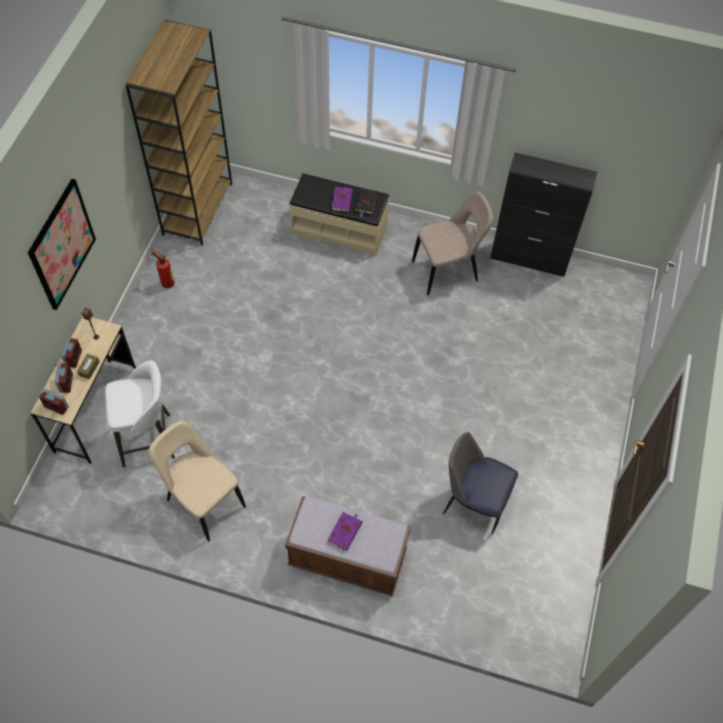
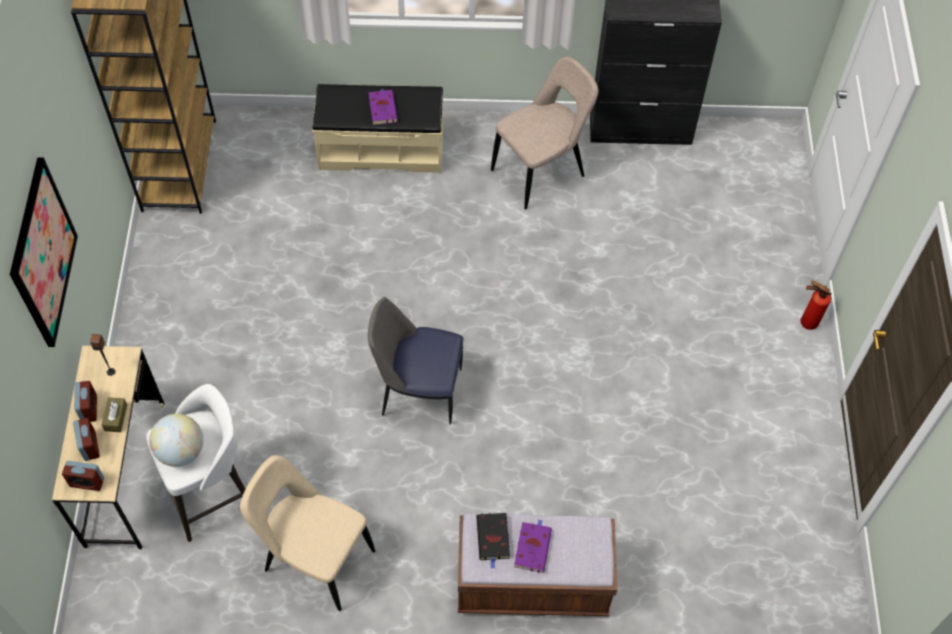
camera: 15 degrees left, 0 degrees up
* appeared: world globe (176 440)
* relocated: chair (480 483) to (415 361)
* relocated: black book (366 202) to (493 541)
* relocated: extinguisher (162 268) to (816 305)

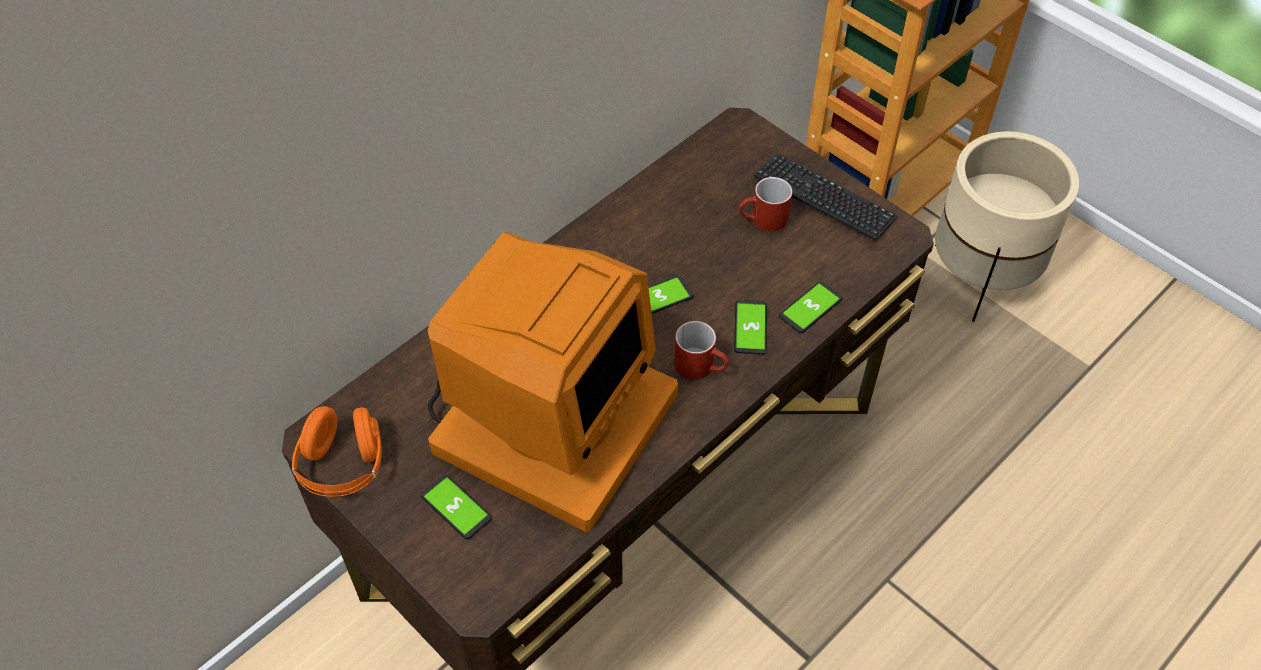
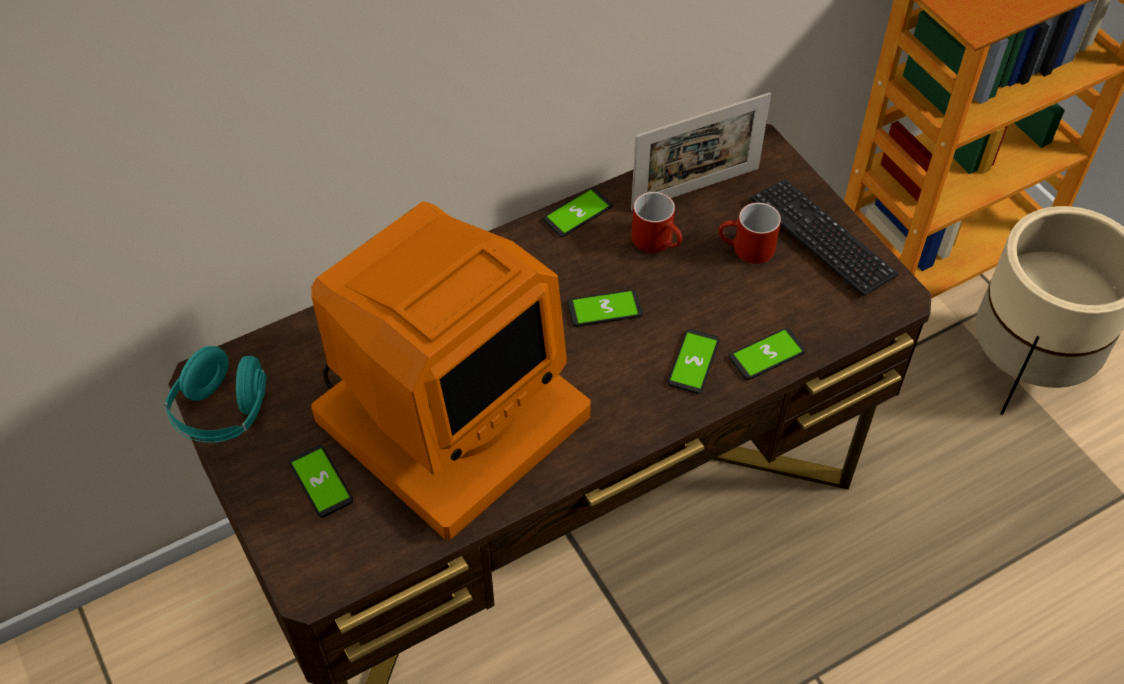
camera: 15 degrees right, 0 degrees up
* colour: orange-coloured headset (337 451) to turquoise-coloured headset (216 394)
* appeared: handset (578 212)
* appeared: photo frame (701 151)
* relocated: red coffee mug (701 350) to (656 222)

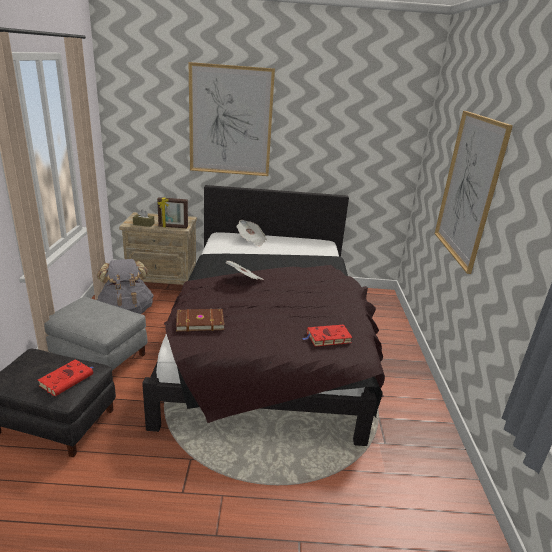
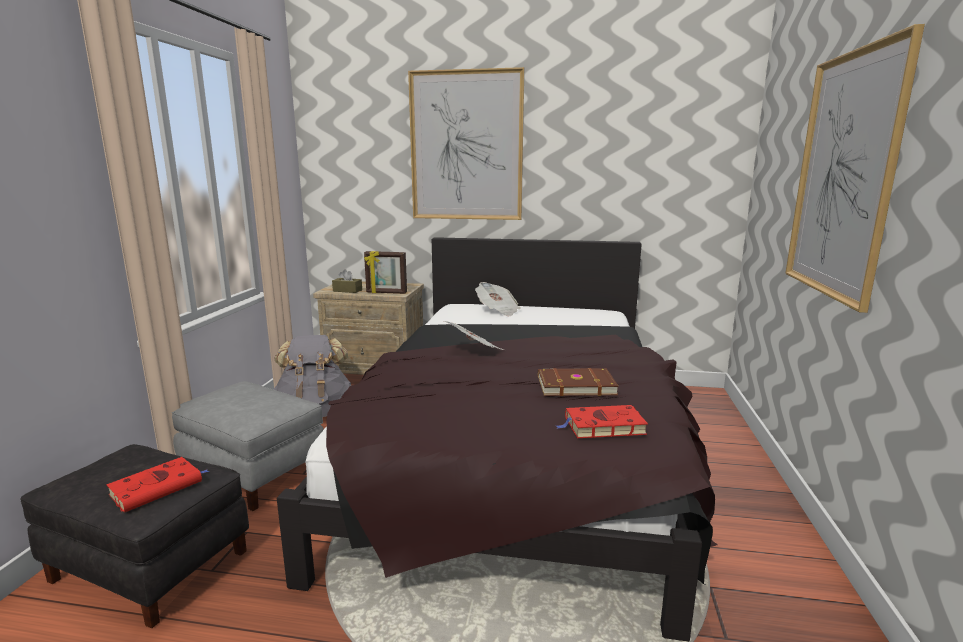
camera: 10 degrees right, 10 degrees down
* relocated: brown-coloured book (200 320) to (578 382)

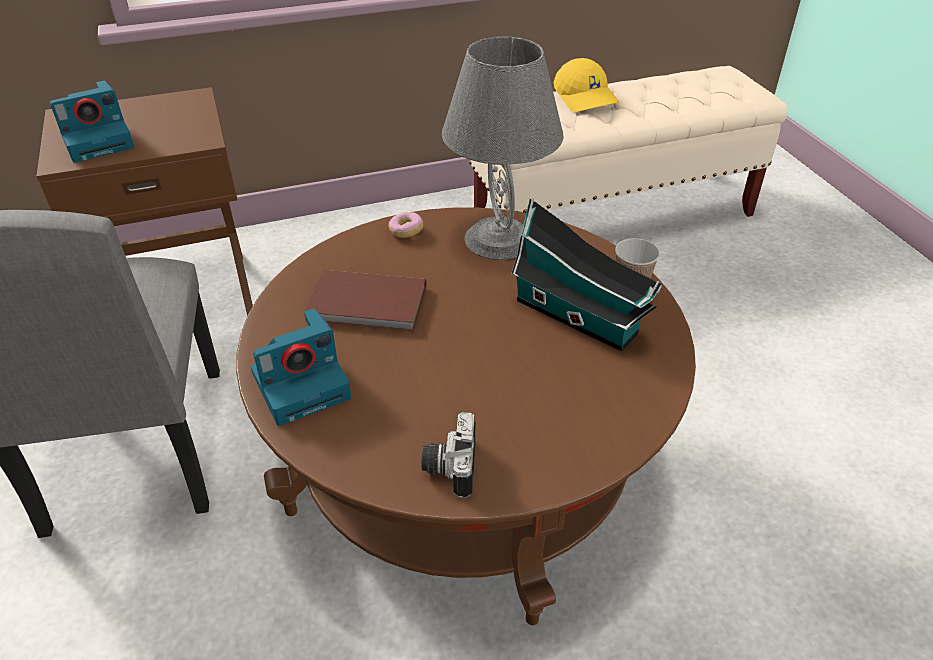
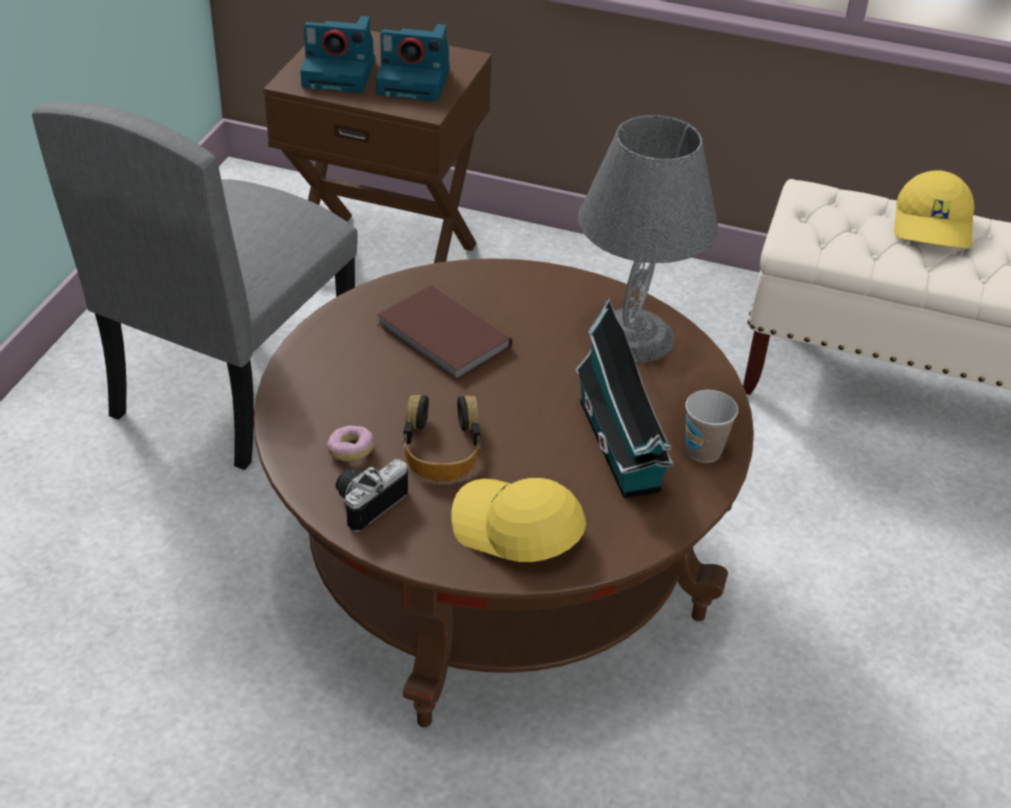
camera: 35 degrees right, 0 degrees up
* relocated: ring doughnut (406 225) to (350 444)
* relocated: photo camera (301 367) to (413 63)
* appeared: headset (441 438)
* appeared: yellow peaked cap (518 520)

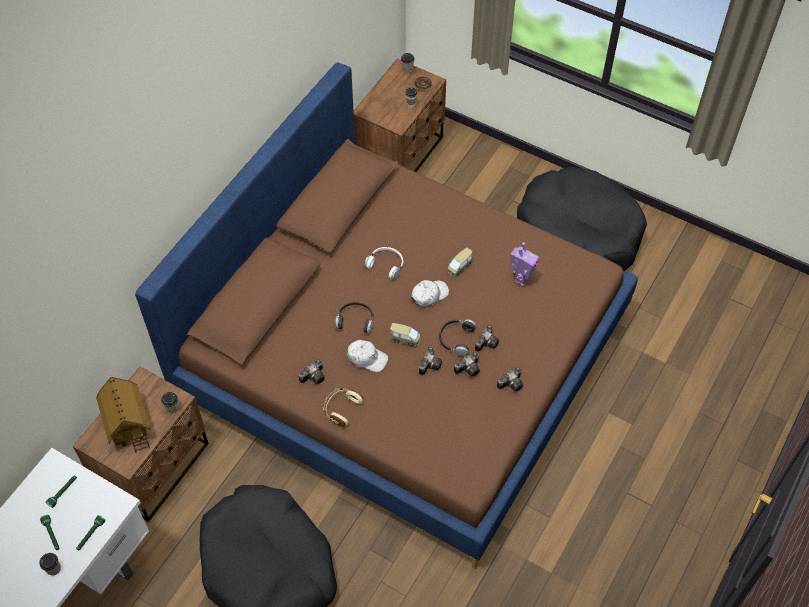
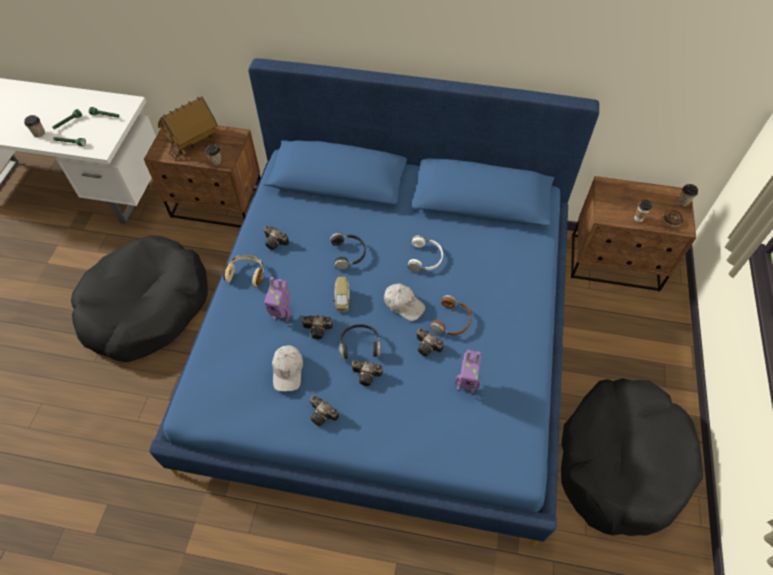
camera: 70 degrees right, 0 degrees up
* colour: brown-coloured sleeping bed (386 315) to bluish sleeping bed (374 302)
* appeared: model robot (277 299)
* relocated: white-coloured peaked cap (367 356) to (287 368)
* relocated: photo camera (467 364) to (430 342)
* exchanged: model car (460 262) to brown-coloured headset (451 315)

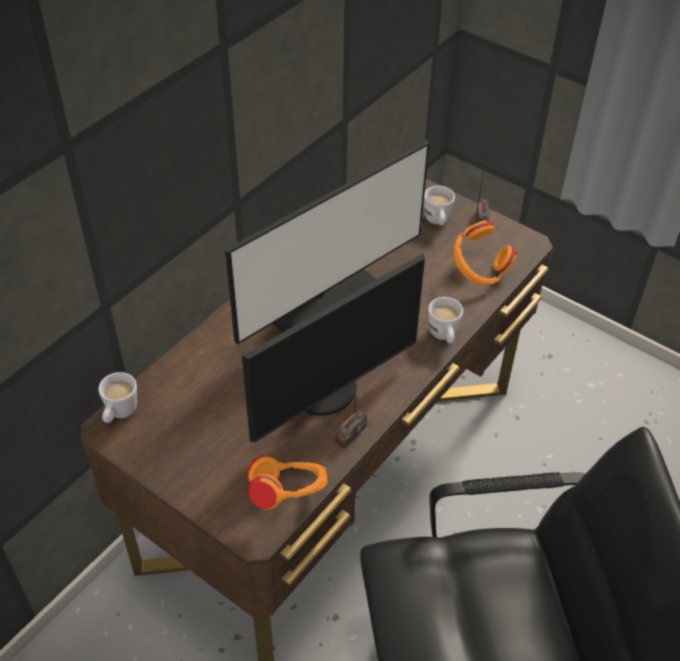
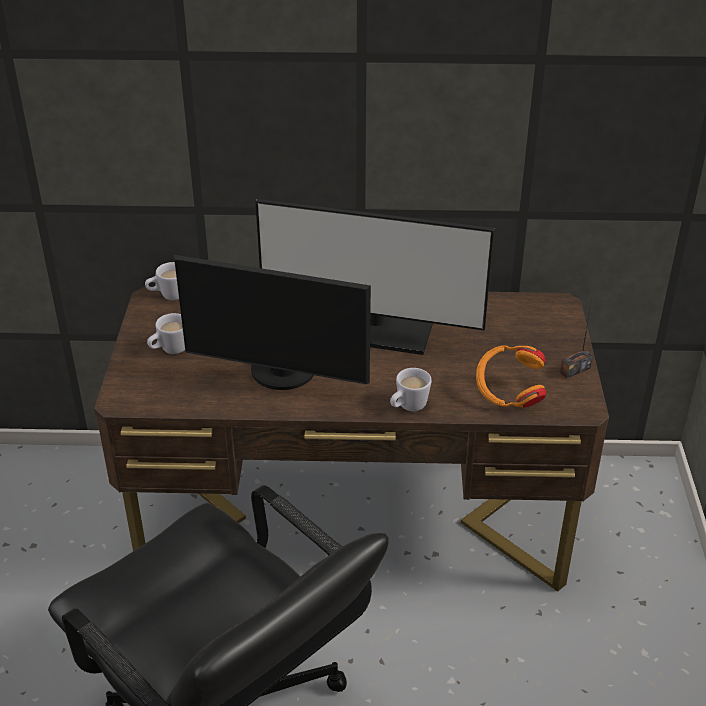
camera: 55 degrees right, 10 degrees down
* relocated: white-coloured coffee mug (439 205) to (166 333)
* missing: orange-coloured headset (287 482)
* missing: radio set (351 411)

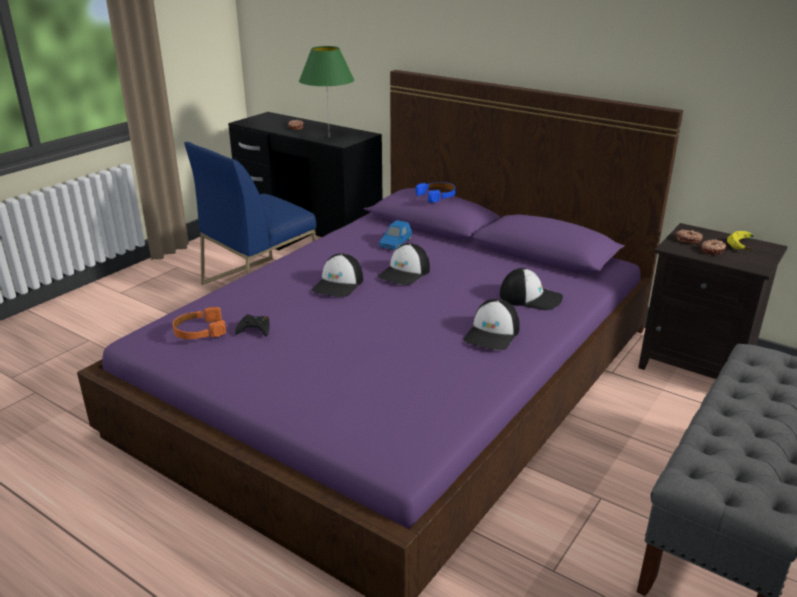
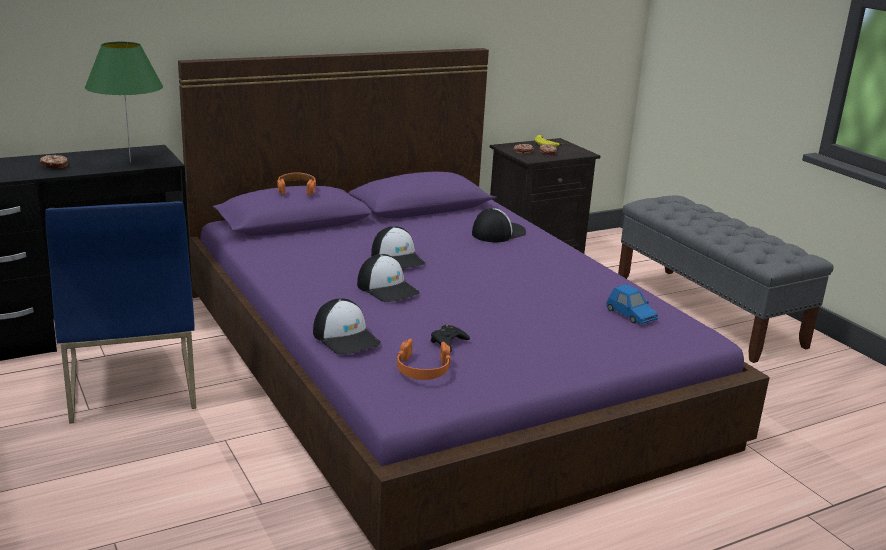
camera: 65 degrees left, 5 degrees down
* colour: bluish headset (435 192) to orange-coloured headset (296 184)
* relocated: peaked cap (491 324) to (347 326)
* relocated: bluish model car (395 234) to (632 304)

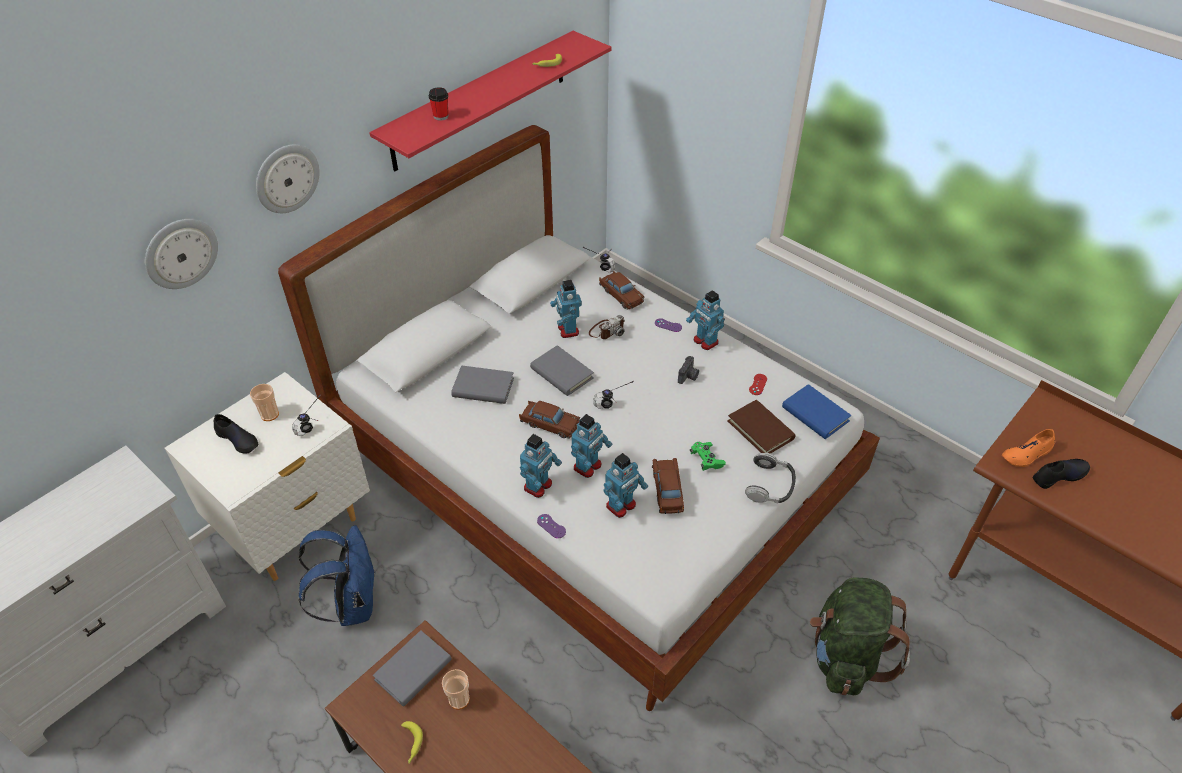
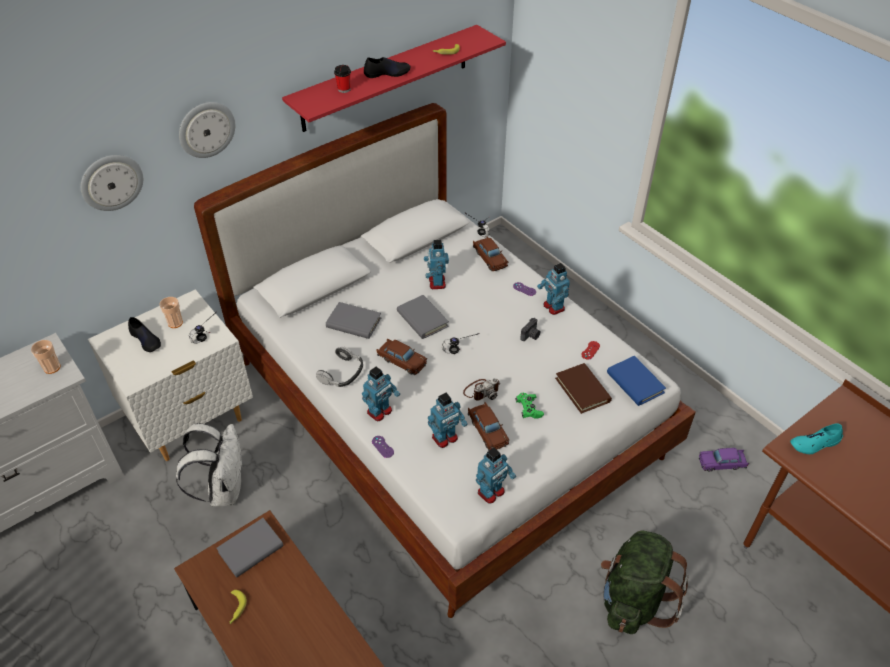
camera: 10 degrees right, 0 degrees up
* relocated: drinking cup (456 689) to (45 357)
* colour: bluish backpack (337 575) to white-coloured backpack (210 464)
* relocated: headset (770 477) to (339 367)
* relocated: black low shoe (1061 474) to (387 67)
* relocated: photo camera (607 327) to (481 389)
* spun: brown-coloured model car (668 486) = (489 426) 150 degrees clockwise
* relocated: model robot (591 446) to (496 475)
* appeared: purple-coloured model car (724 459)
* colour: orange-coloured low shoe (1028 448) to turquoise-coloured low shoe (816 438)

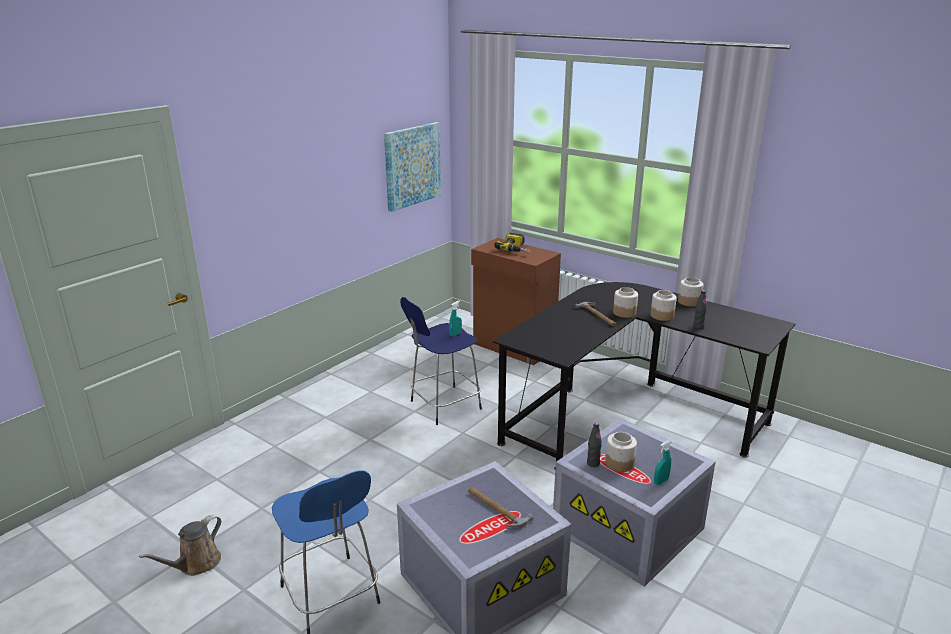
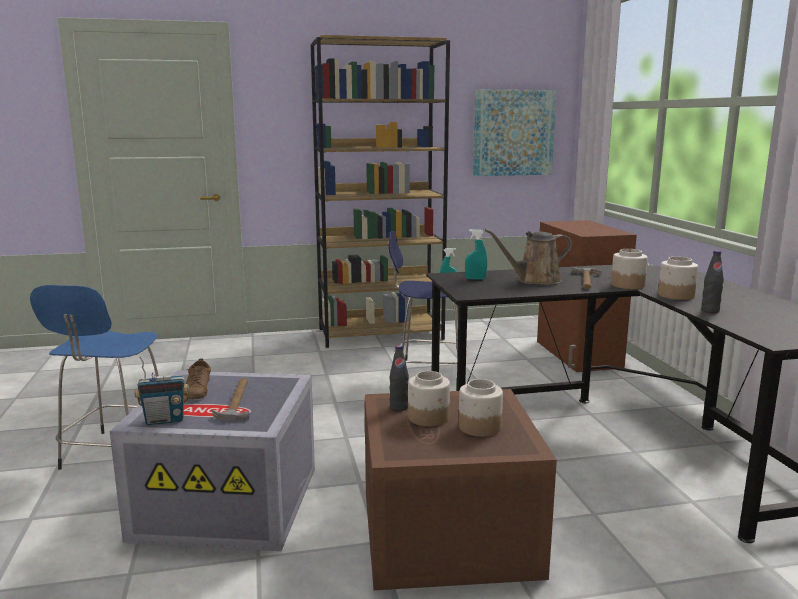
camera: 40 degrees right, 10 degrees down
* appeared: radio set (162 390)
* appeared: brown-coloured low shoe (197 378)
* appeared: brown-coloured bookcase (380 191)
* colour: grey storage bin (634 502) to brown-coloured storage bin (460 489)
* relocated: preserve jar (691 292) to (481 408)
* relocated: turquoise-coloured sprayer (662 462) to (476 254)
* relocated: brown-coloured watering pot (180 545) to (528 257)
* missing: drill (512 243)

